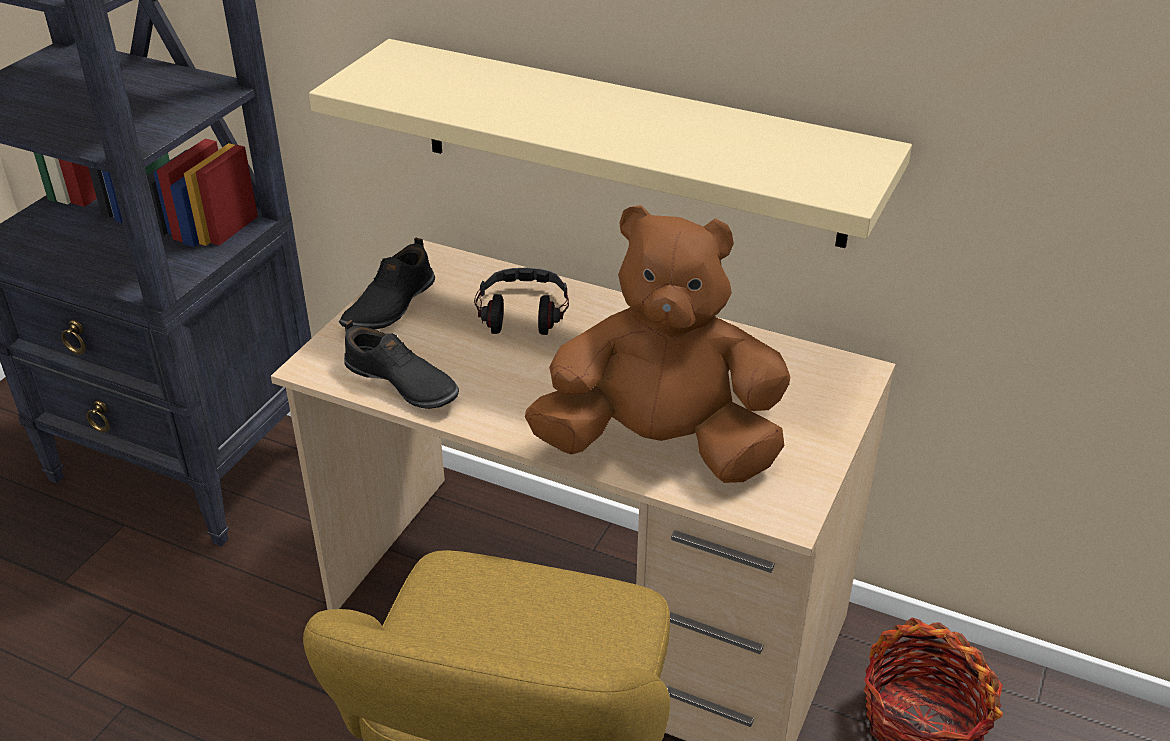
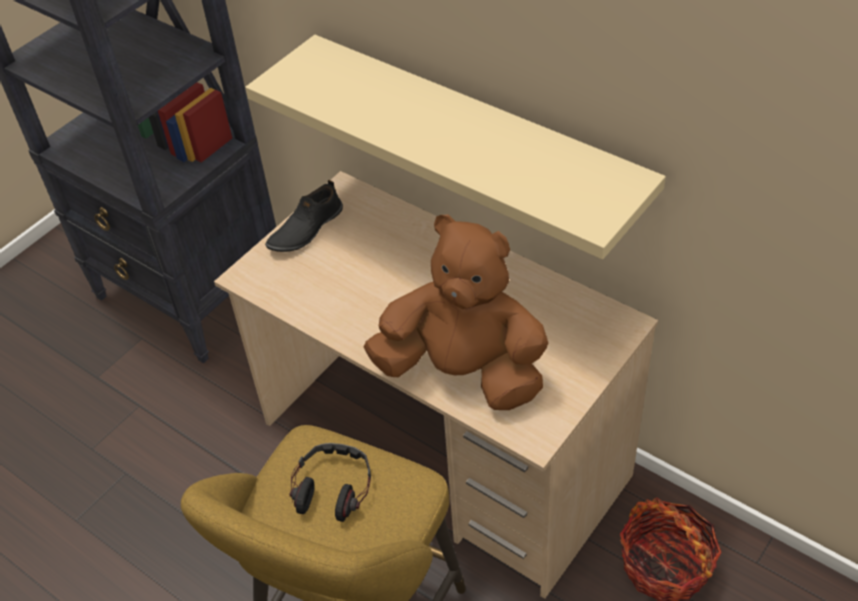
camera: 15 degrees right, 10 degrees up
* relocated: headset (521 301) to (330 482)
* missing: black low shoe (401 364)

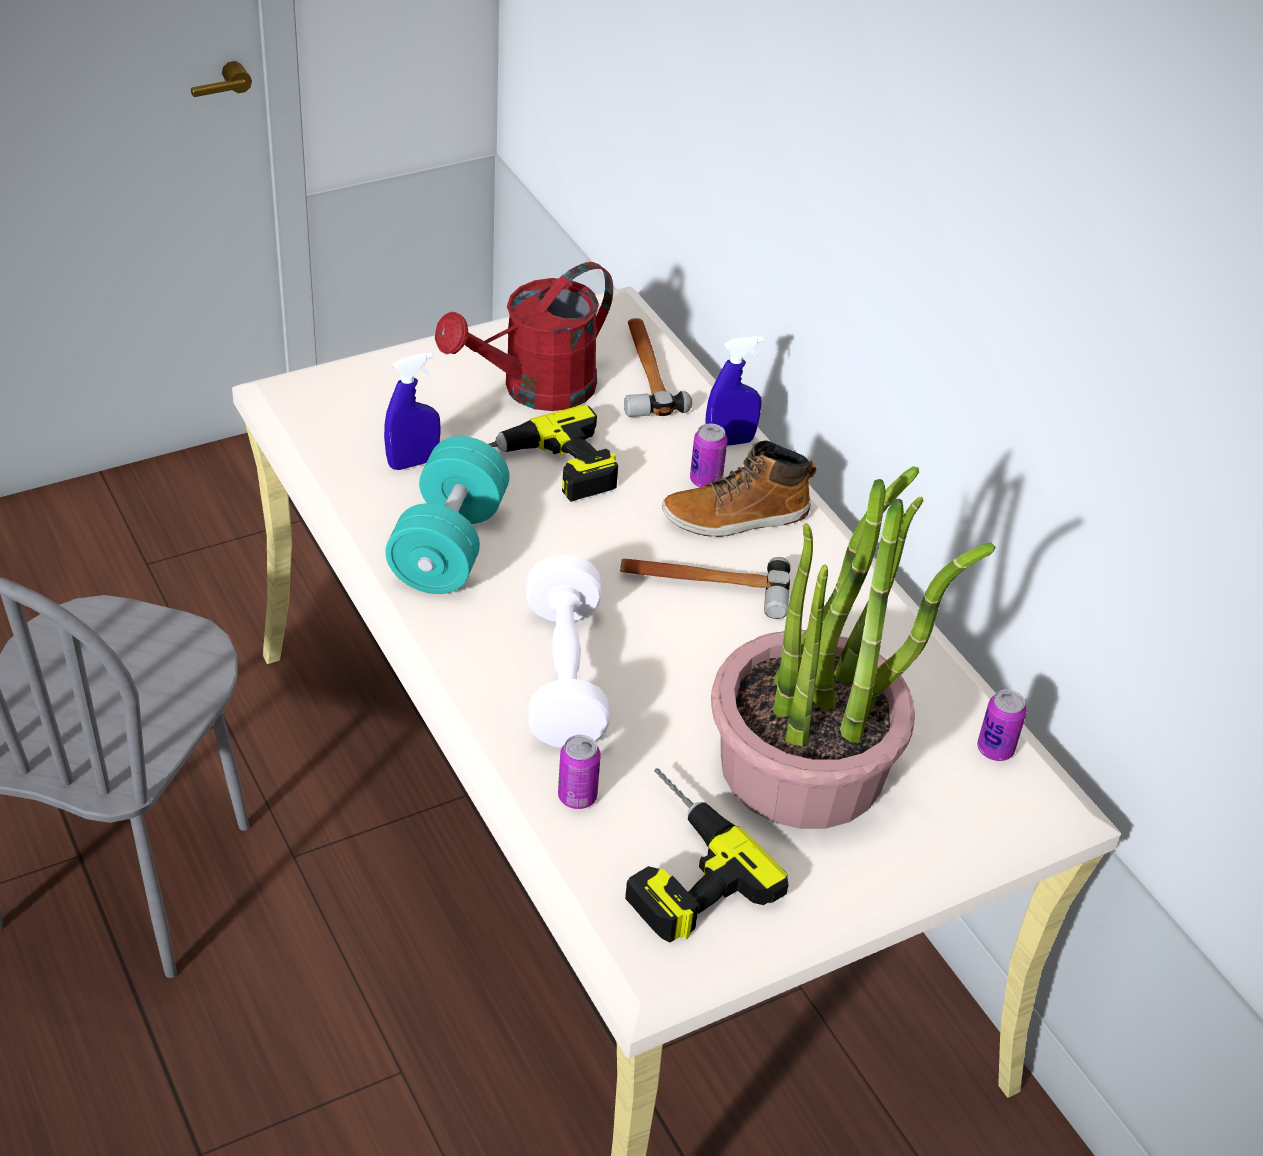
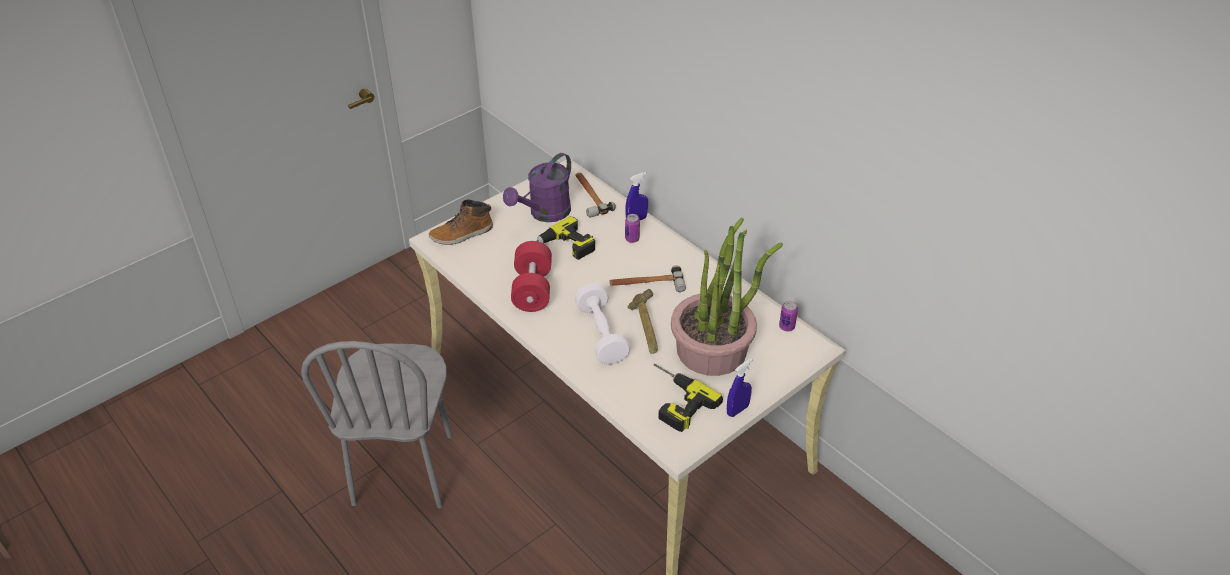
camera: 10 degrees left, 0 degrees up
* relocated: high-top boot (739 489) to (461 222)
* colour: red watering pot (524 336) to purple-coloured watering pot (537 187)
* colour: turquoise-coloured free weight (447 515) to red free weight (531 276)
* appeared: tool hammer (642 321)
* relocated: bluish sprayer (412 411) to (740 388)
* missing: sealed can (579 772)

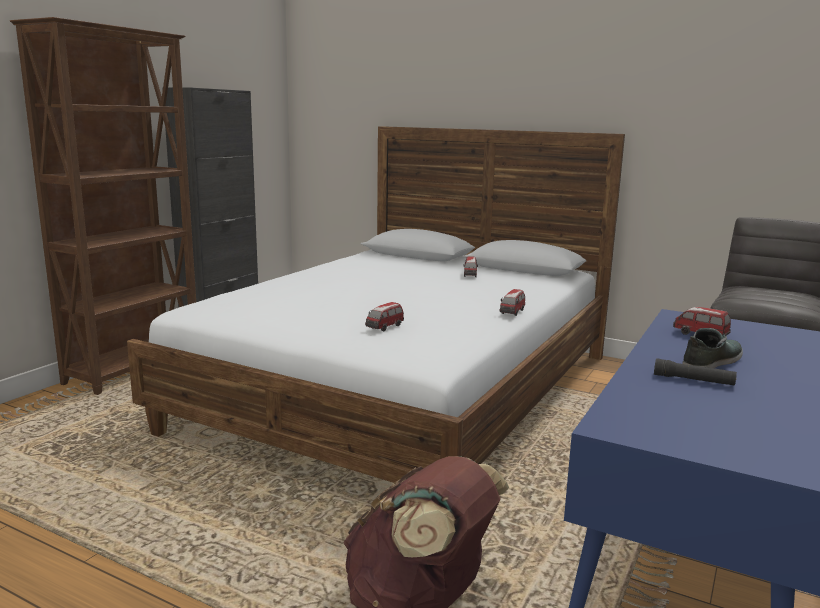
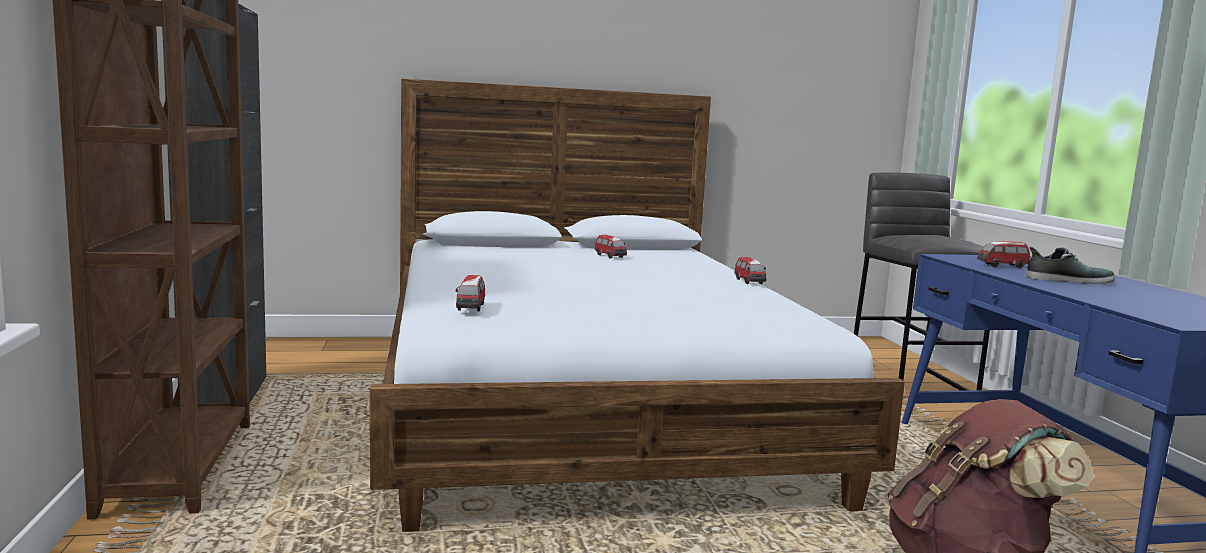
camera: 40 degrees left, 5 degrees down
* relocated: model car (384 316) to (470 293)
* spun: low shoe (712 348) = (1070 265) 90 degrees clockwise
* missing: black hand torch (695 372)

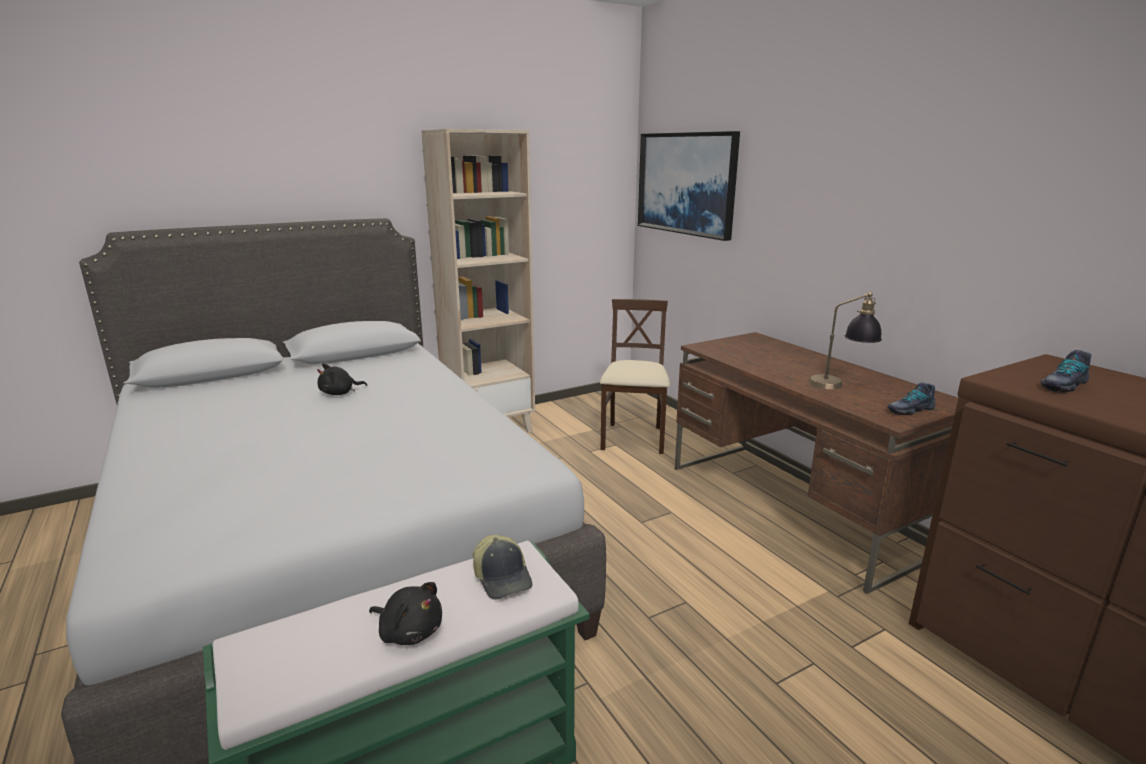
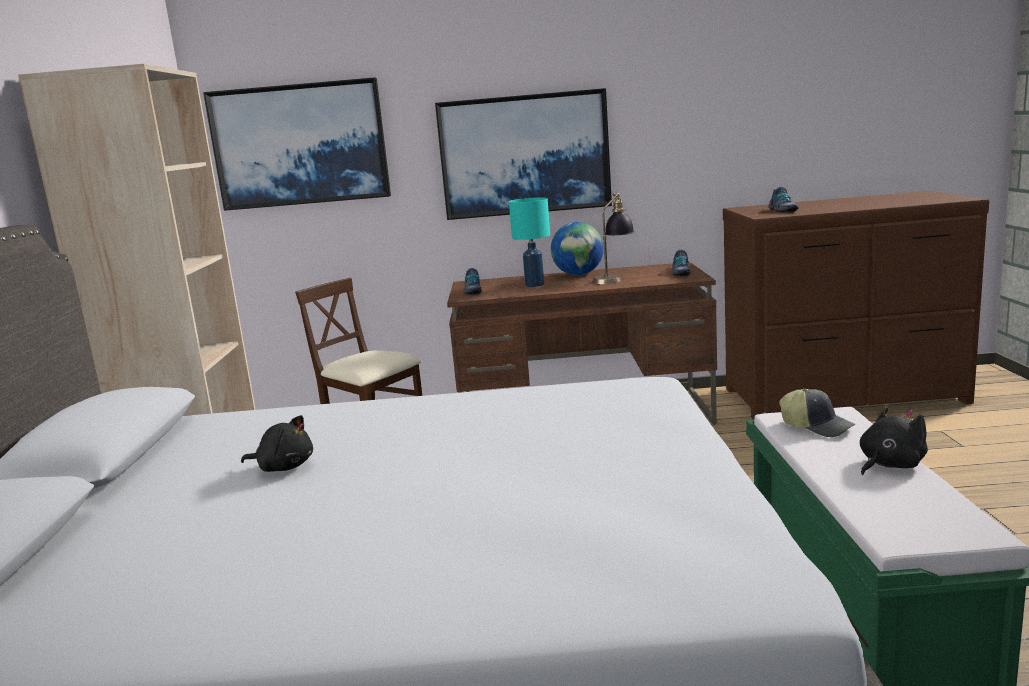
camera: 60 degrees left, 5 degrees down
* spun: black cuddly toy (342 379) = (277 443) 75 degrees counterclockwise
* appeared: wall picture (523 154)
* appeared: low shoe (473 281)
* appeared: turquoise-coloured table lamp (529 242)
* appeared: world globe (577 248)
* spun: peaked cap (502 567) = (817 413) 45 degrees clockwise

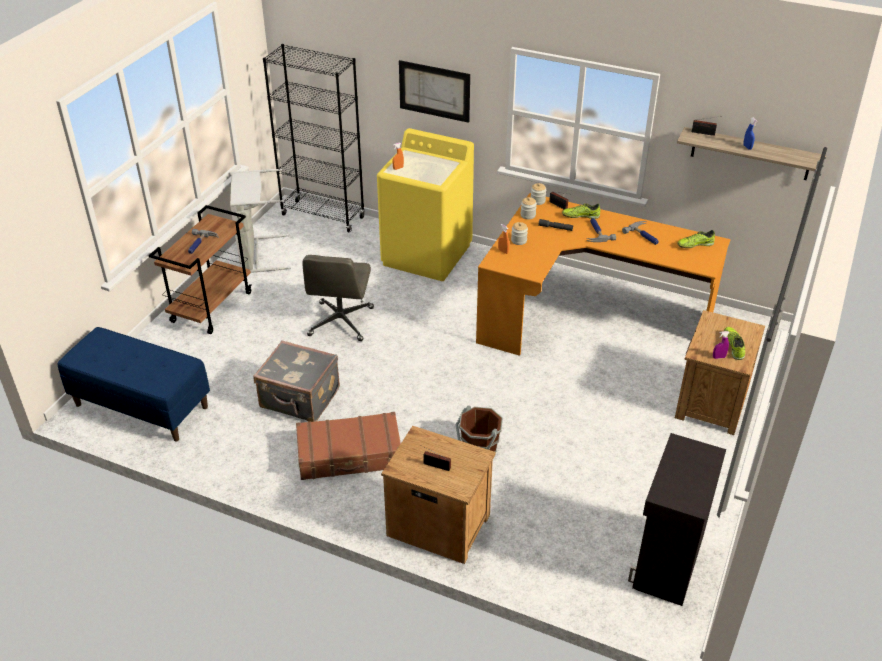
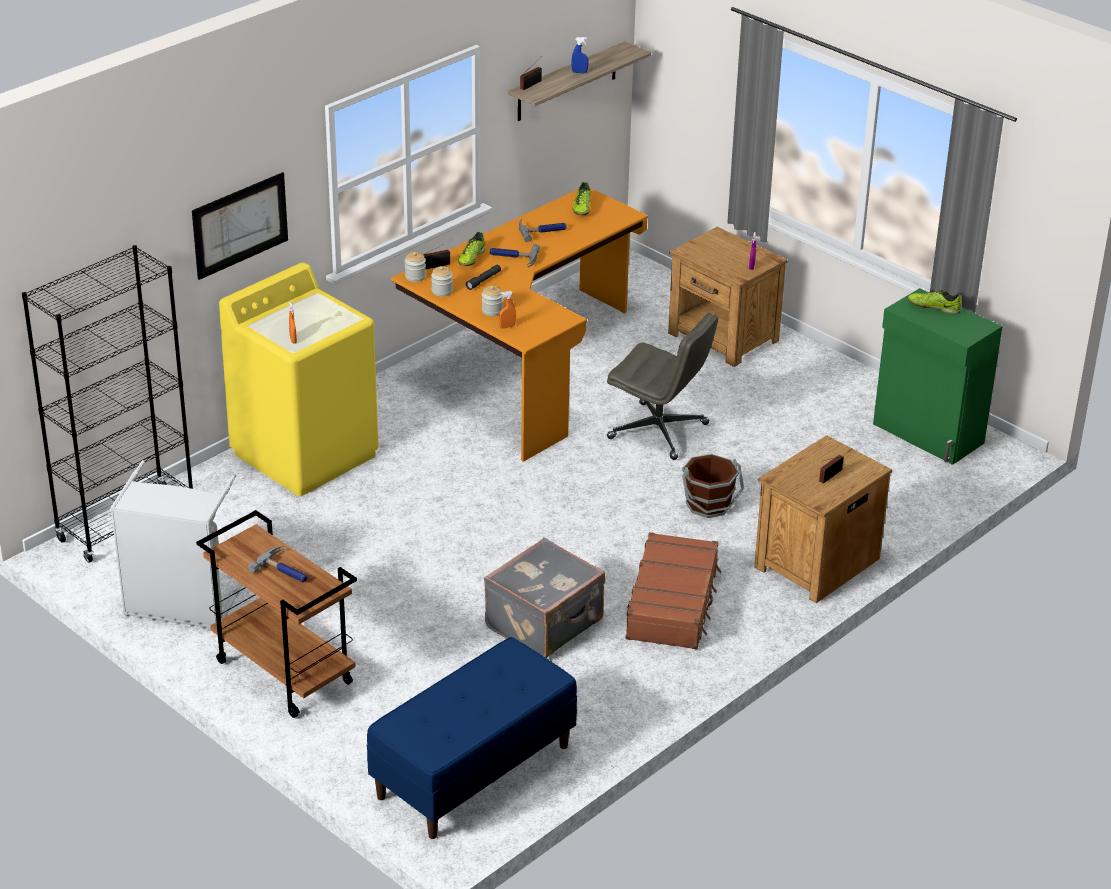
camera: 70 degrees left, 5 degrees down
* relocated: grey office chair (338 298) to (662 386)
* colour: black cabinet (677 519) to greenish cabinet (938 376)
* relocated: low shoe (734 343) to (934 302)

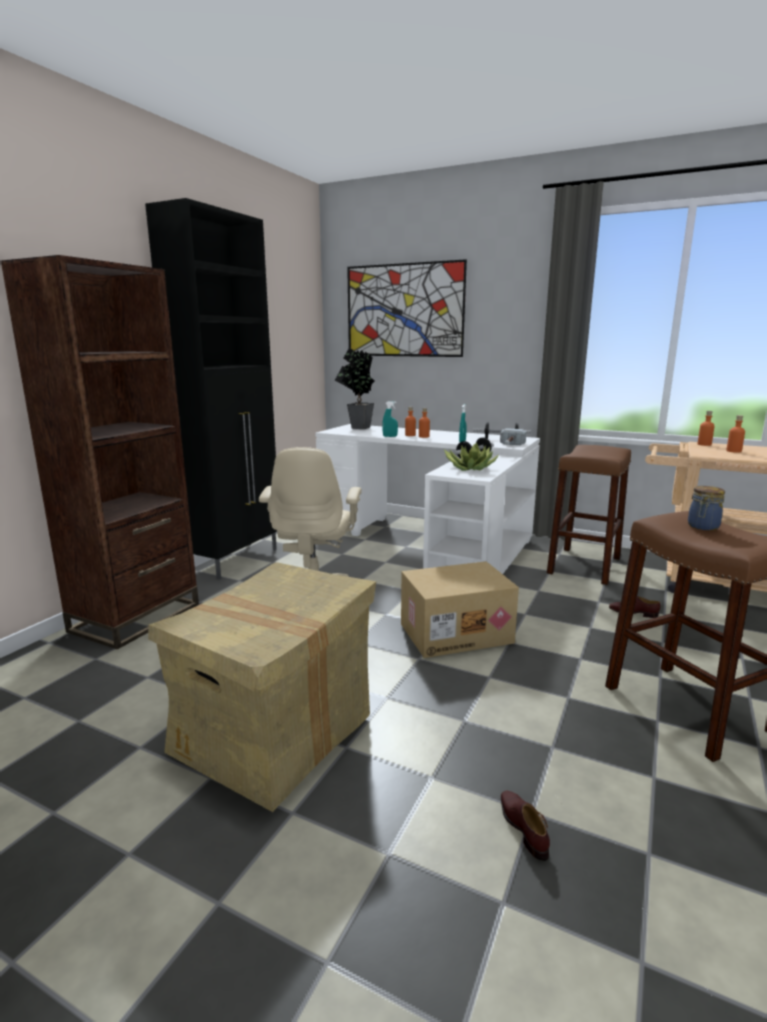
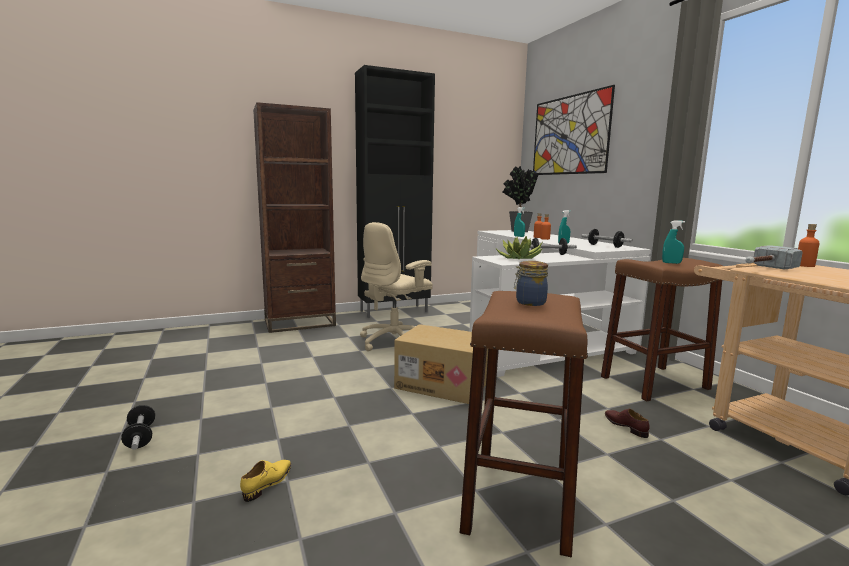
camera: 40 degrees right, 5 degrees down
* appeared: free weight (138 427)
* colour: brown-coloured low shoe (525 826) to yellow low shoe (265 481)
* appeared: turquoise-coloured sprayer (673 242)
* relocated: tool hammer (513 436) to (774 257)
* missing: carton (262 687)
* missing: orange-coloured beverage bottle (735 434)

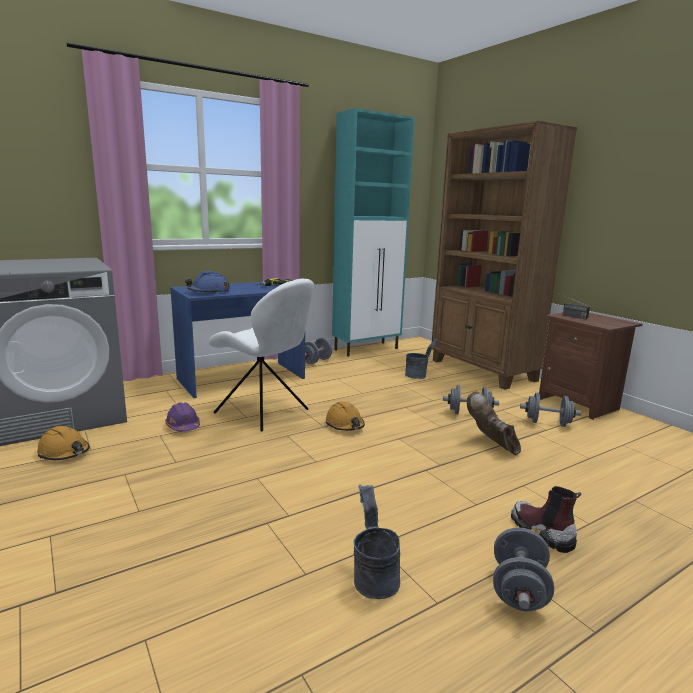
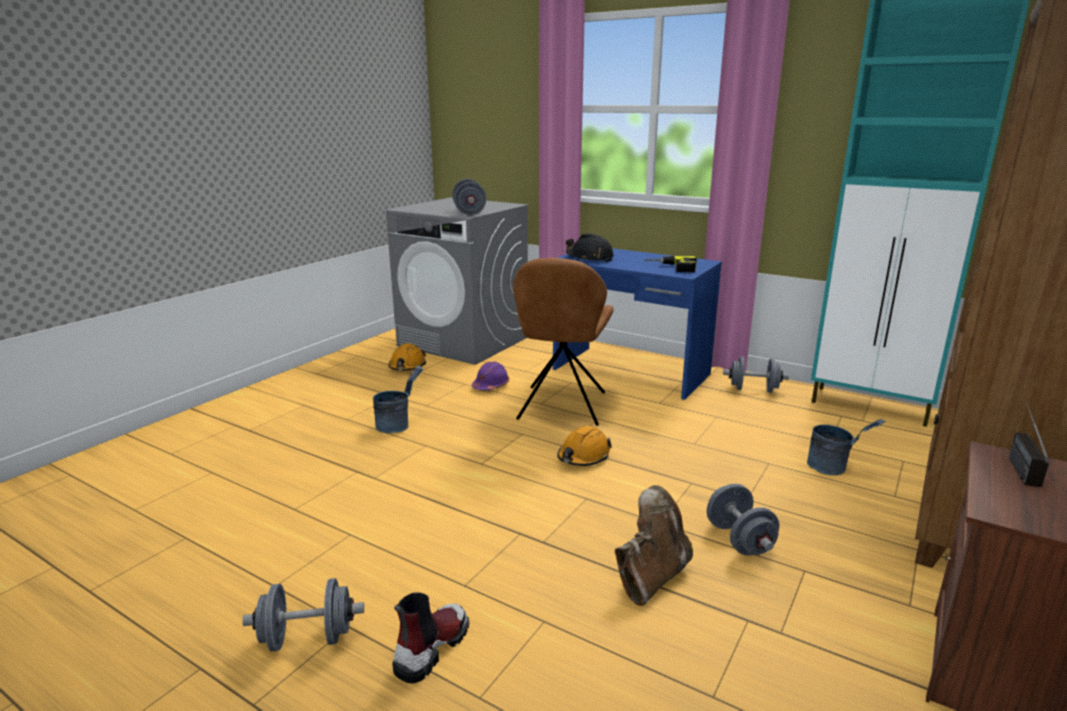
camera: 65 degrees right, 5 degrees up
* relocated: grey water bucket (376 542) to (398 400)
* relocated: grey free weight (550 410) to (469 197)
* colour: white-coloured chair (261 355) to brown-coloured chair (563 342)
* colour: bluish work helmet (207 282) to black work helmet (590 247)

